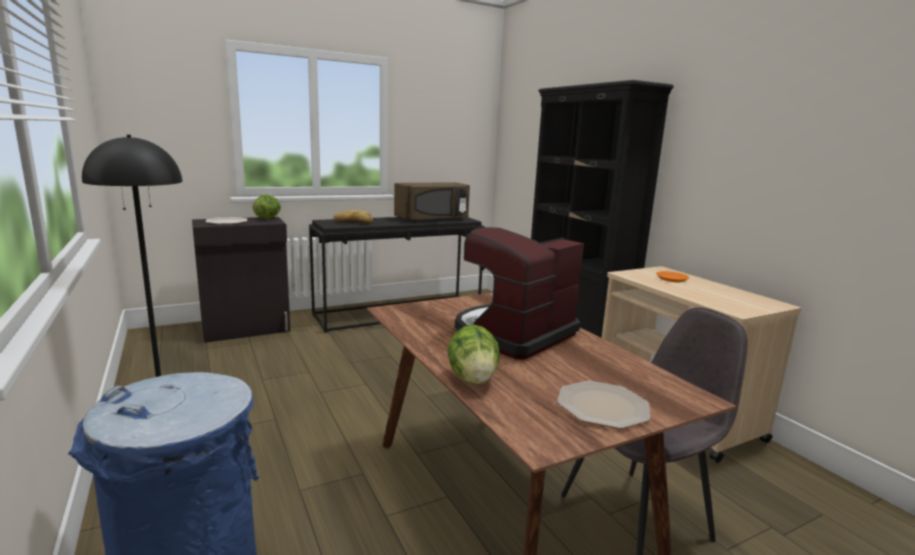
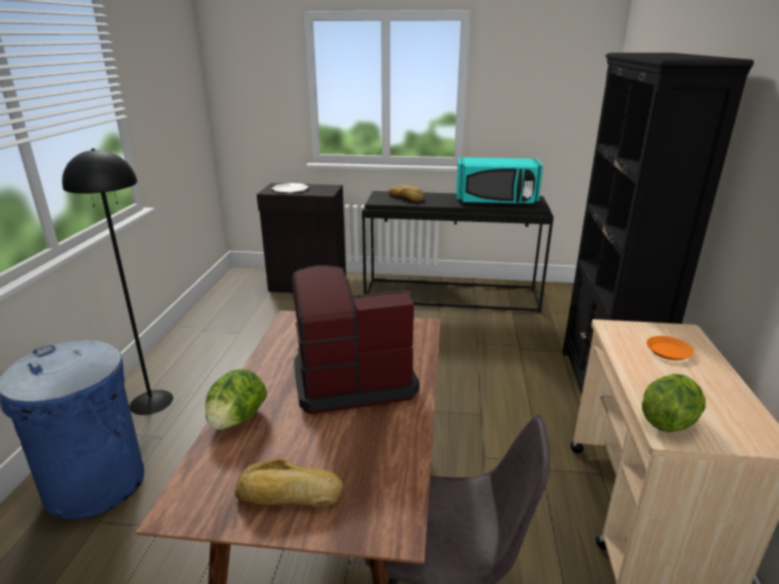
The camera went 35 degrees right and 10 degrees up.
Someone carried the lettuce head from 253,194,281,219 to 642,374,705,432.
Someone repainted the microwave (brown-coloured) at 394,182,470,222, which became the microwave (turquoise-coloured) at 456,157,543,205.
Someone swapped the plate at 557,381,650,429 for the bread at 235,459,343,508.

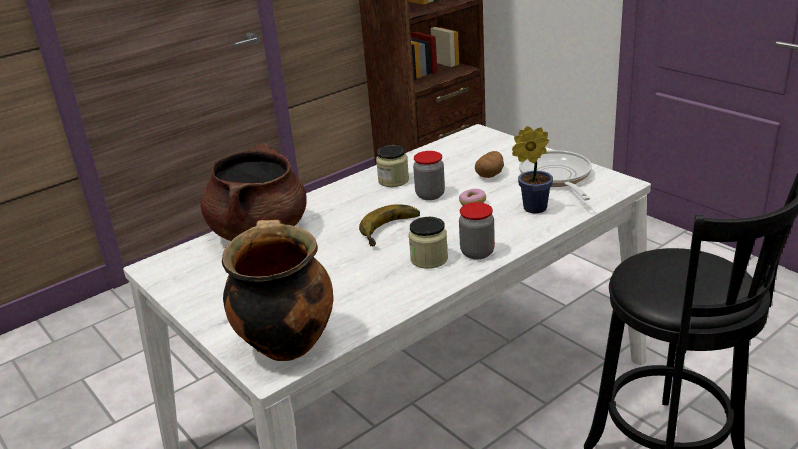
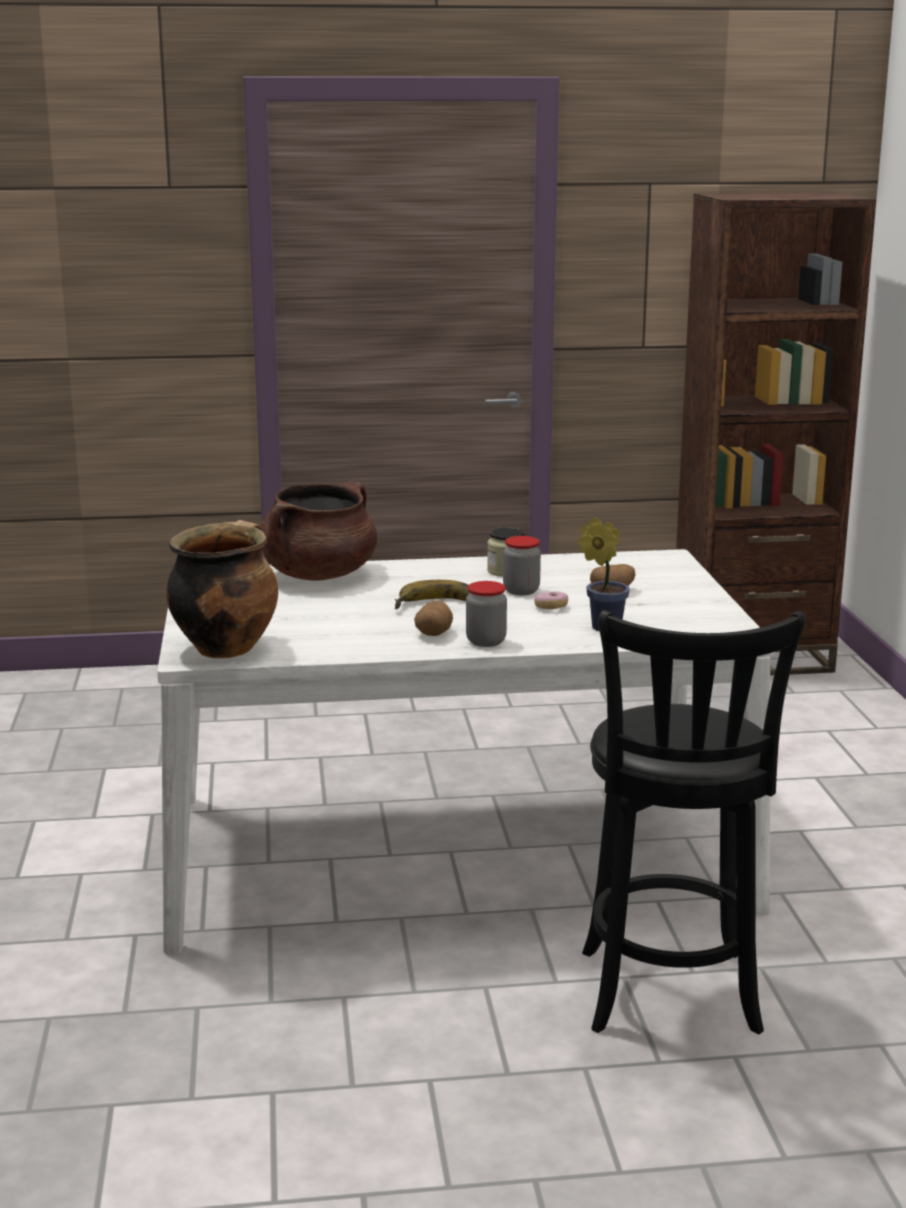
The camera went 30 degrees right and 10 degrees down.
Someone swapped the preserve jar at 409,217,448,269 for the whole potato at 414,601,453,636.
Someone took away the pan at 519,150,592,200.

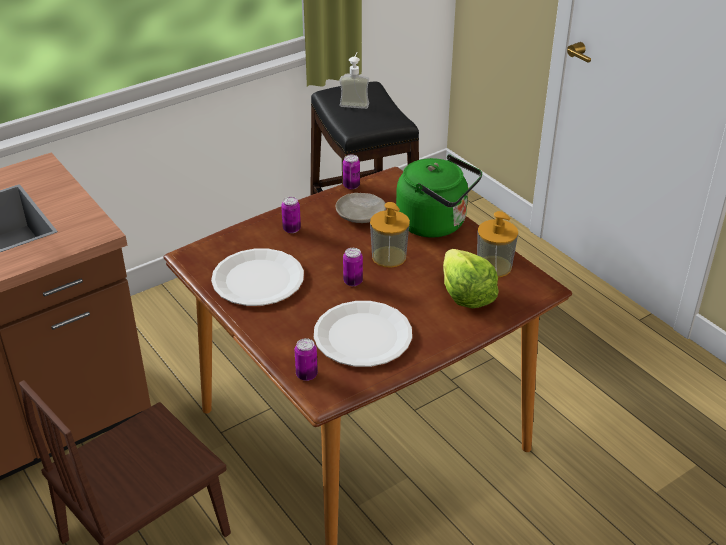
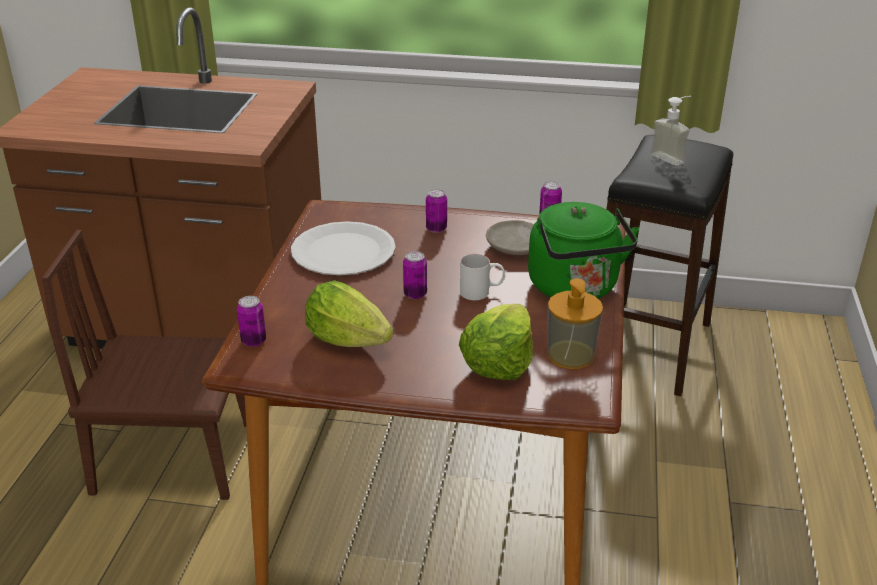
The camera went 45 degrees right and 5 degrees down.
Someone swapped the plate (white-coloured) at 314,301,412,367 for the lettuce head at 305,280,393,347.
Someone swapped the liquid soap bottle at 370,202,410,268 for the tea mug (white-coloured) at 460,254,505,300.

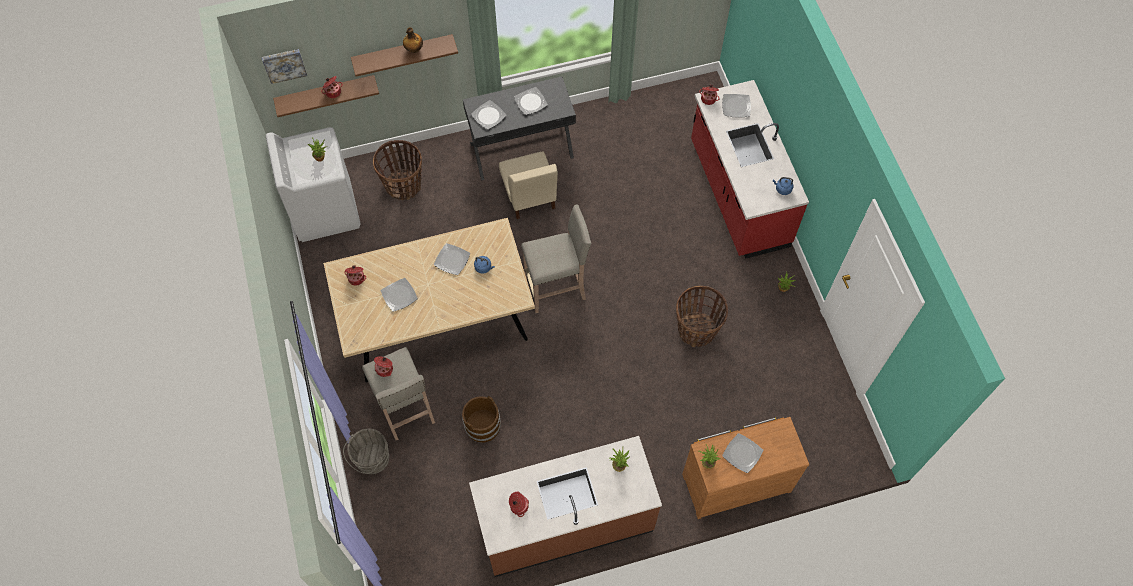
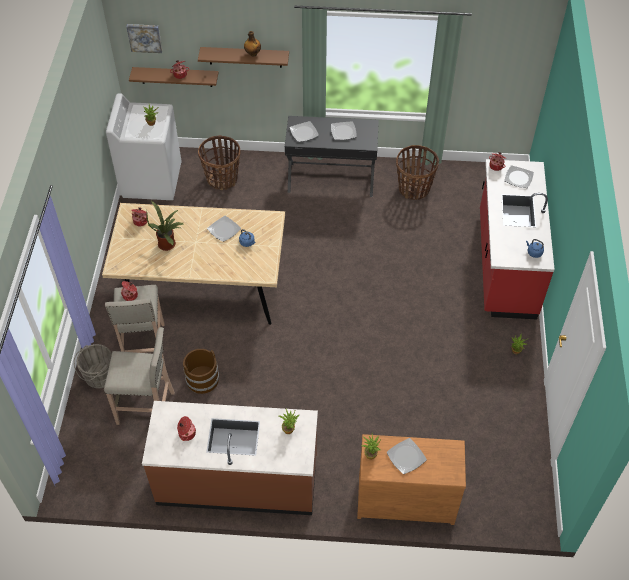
The camera went 20 degrees right and 10 degrees down.
Someone swapped the plate at 381,278,418,312 for the potted plant at 146,201,184,251.
Someone took away the plain chair (beige) at 499,152,558,219.
Someone carried the stool (beige) from 521,205,592,313 to 104,327,175,425.
Someone carried the storage basket from 676,286,728,347 to 396,145,439,200.

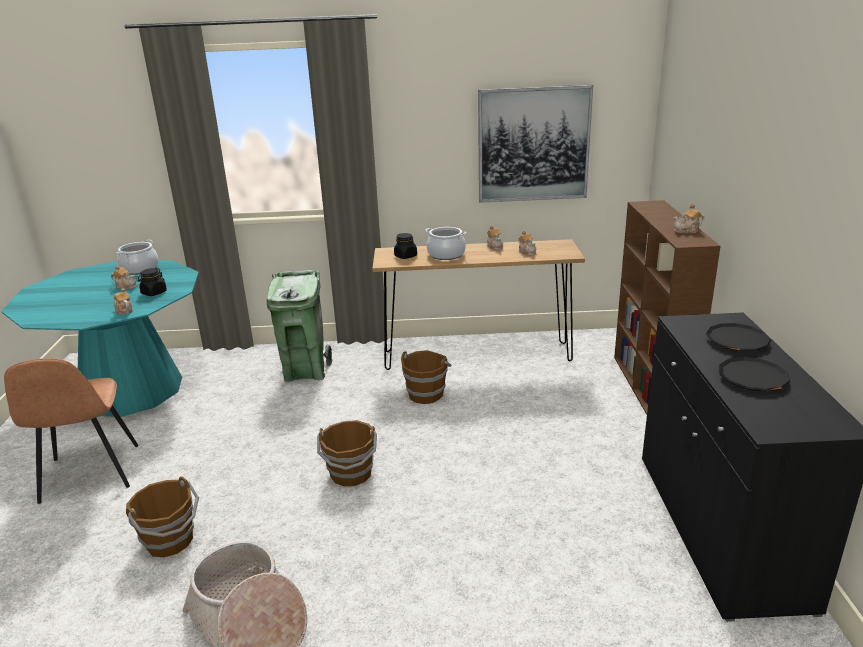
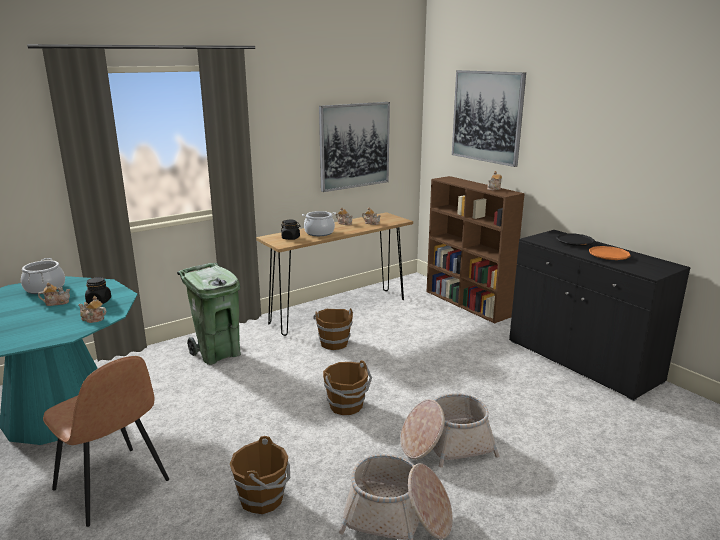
The camera went 35 degrees left and 5 degrees down.
Someone repainted the plate (black-coloured) at 719,357,790,392, which became the plate (orangey) at 589,246,631,260.
Someone put down the storage basket at 400,393,499,468.
Someone put up the wall picture at 452,70,526,167.

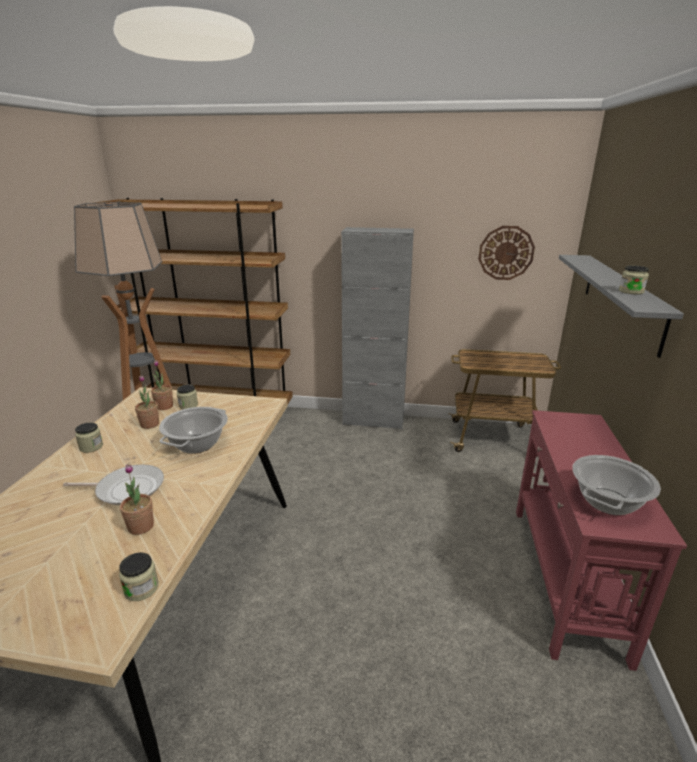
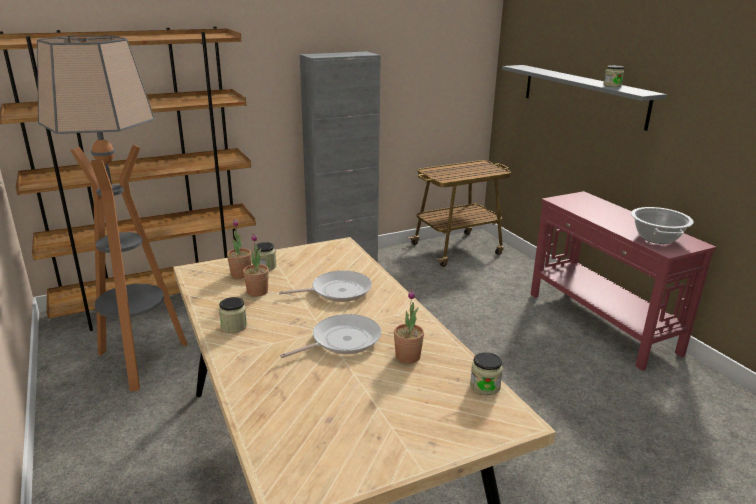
The camera went 35 degrees left and 0 degrees up.
Someone swapped the cooking pot at 159,407,228,454 for the pan at 279,271,372,302.
Someone took away the clock on the wall at 478,226,535,280.

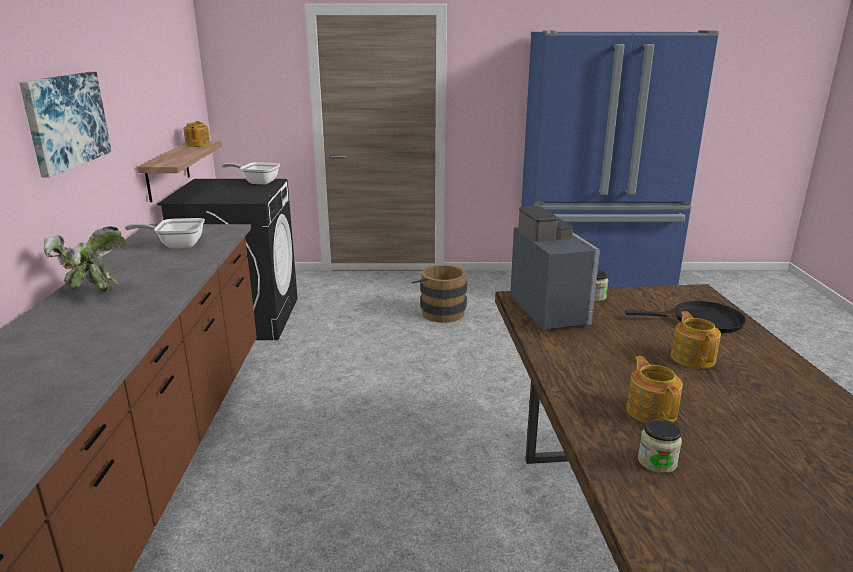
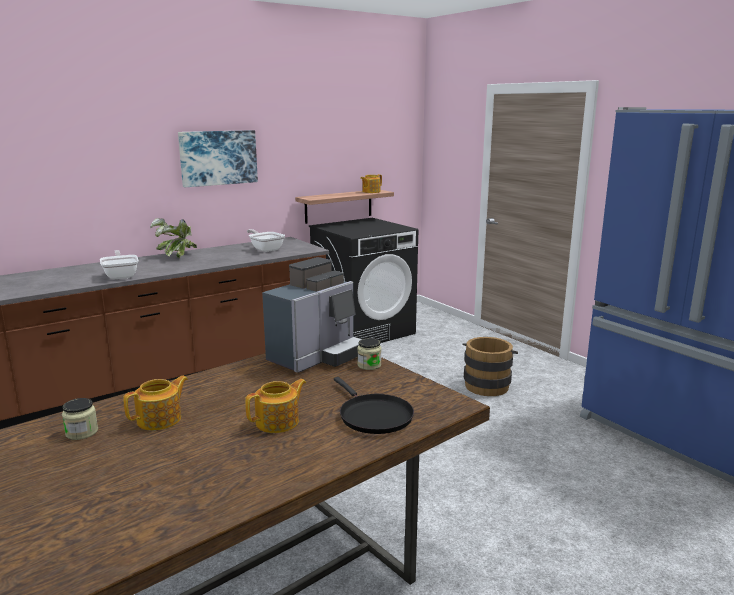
The camera went 55 degrees right and 5 degrees down.
Someone carried the pan from 222,162,280,185 to 100,250,139,279.

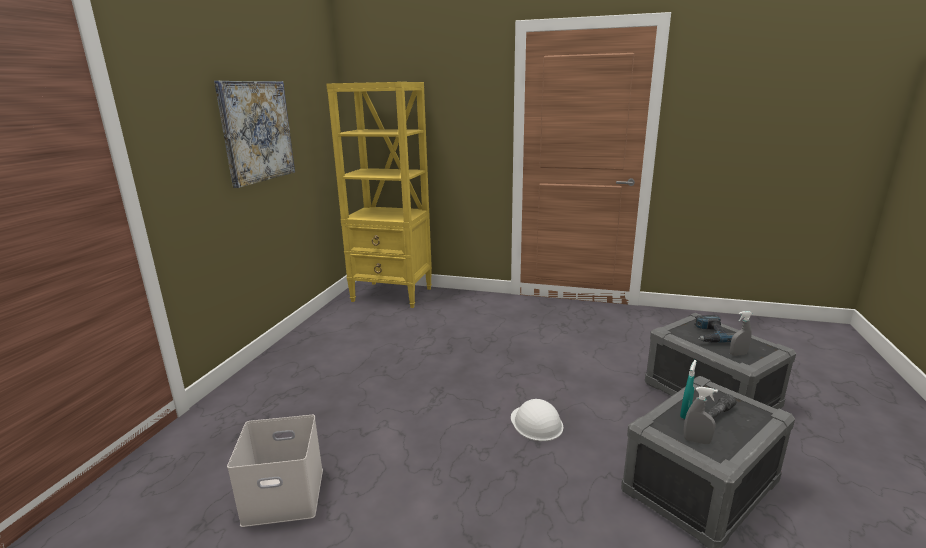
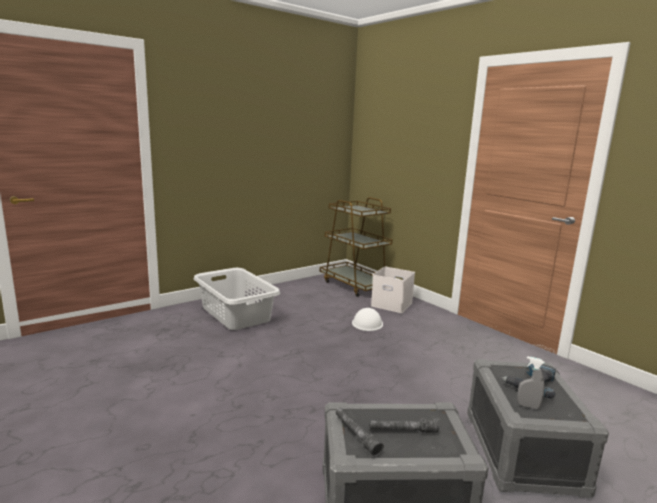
The camera went 35 degrees right and 5 degrees down.
Someone took away the wall picture at 214,81,295,188.
Someone carried the storage bin (white-coloured) from 227,415,323,527 to 371,266,415,313.
Someone swapped the bookcase (yellow) at 326,82,432,308 for the trolley (brown-coloured) at 320,197,393,297.
Someone carried the work helmet (white-coloured) from 511,399,563,441 to 352,308,383,331.
Someone took away the hand sprayer (turquoise-coloured) at 680,360,696,419.
Someone swapped the hand sprayer (gray) at 684,387,718,444 for the torch (gray) at 336,408,384,457.
Someone put down the washing basket (gray) at 194,268,280,330.

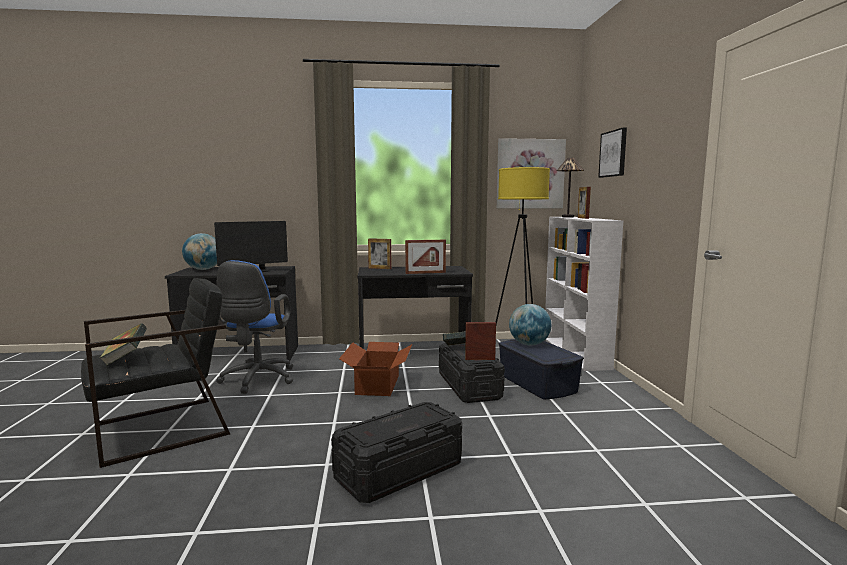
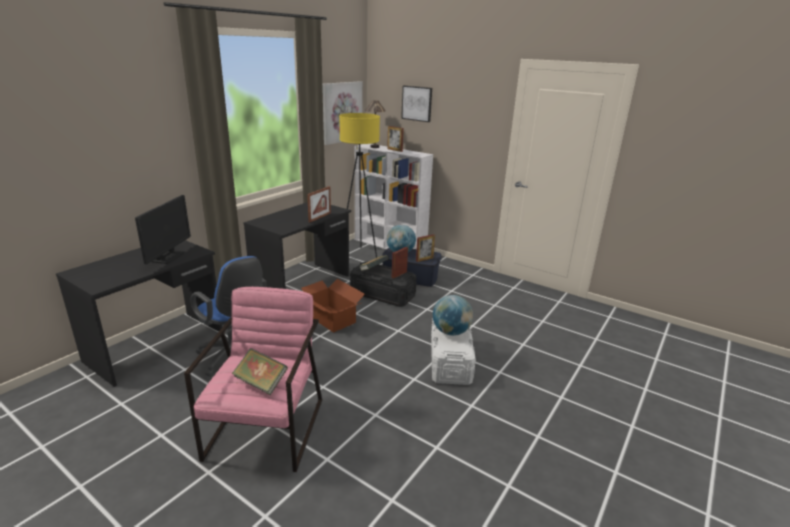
The camera went 50 degrees left and 15 degrees up.
Someone repainted the armchair (black-coloured) at 81,278,230,468, which became the armchair (pink-coloured) at 184,287,322,472.
Someone carried the world globe from 182,233,217,270 to 433,295,473,336.
Someone repainted the storage bin (black-coloured) at 331,402,462,503, which became the storage bin (white-coloured) at 431,319,476,385.
Someone carried the standing frame from 368,238,392,269 to 416,234,435,262.

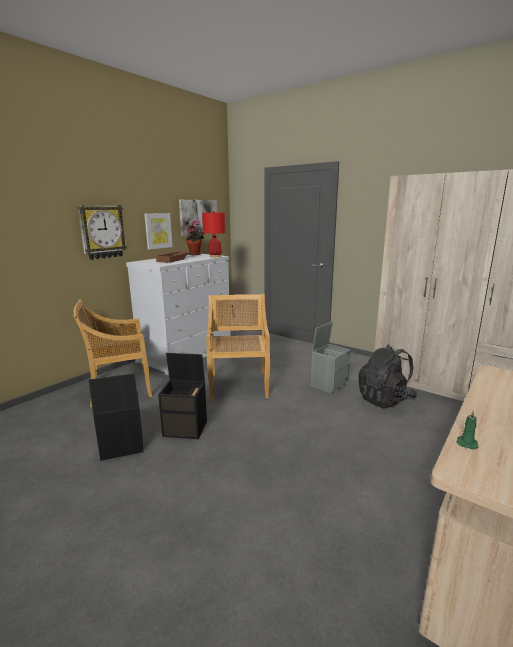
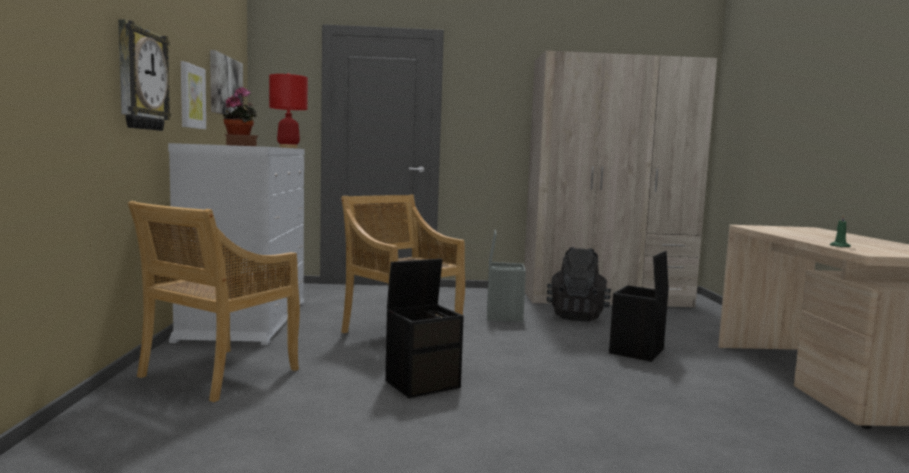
The camera went 40 degrees left and 10 degrees down.
Someone carried the storage bin (black-coloured) from 89,373,144,461 to 609,251,669,362.

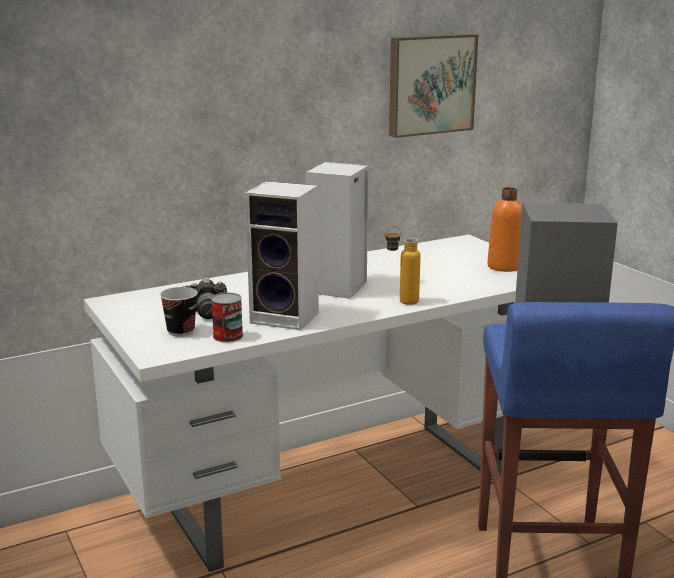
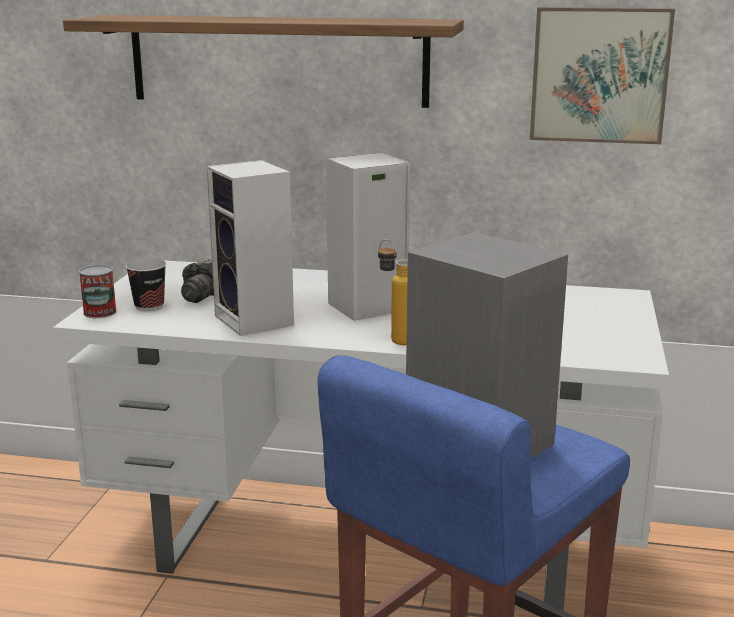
The camera went 40 degrees right and 0 degrees up.
Someone carried the can from 211,293,243,343 to 79,265,117,318.
Someone took away the drink bottle (orangey) at 487,187,522,272.
Someone put up the bracket shelf at 63,15,464,108.

